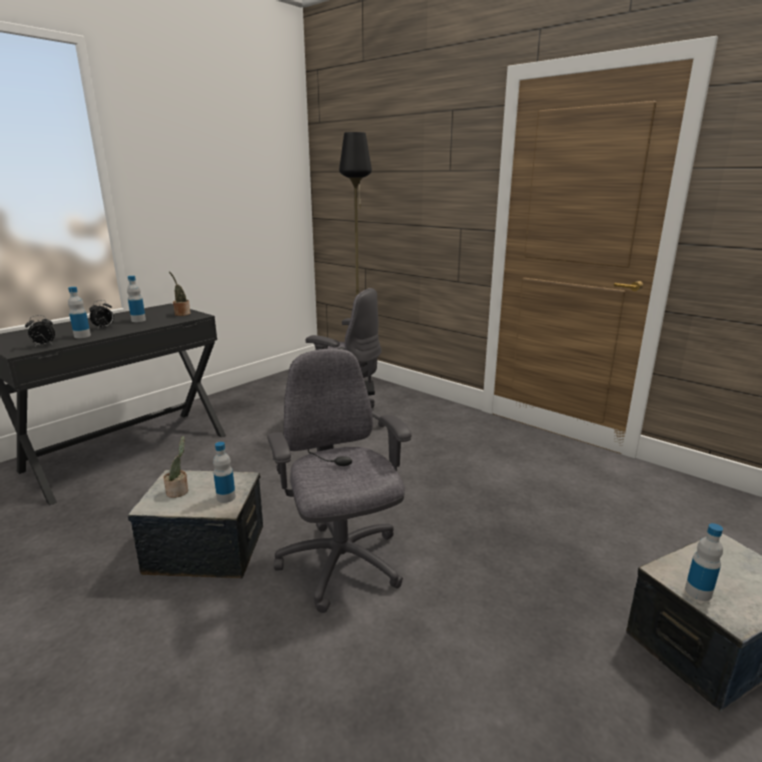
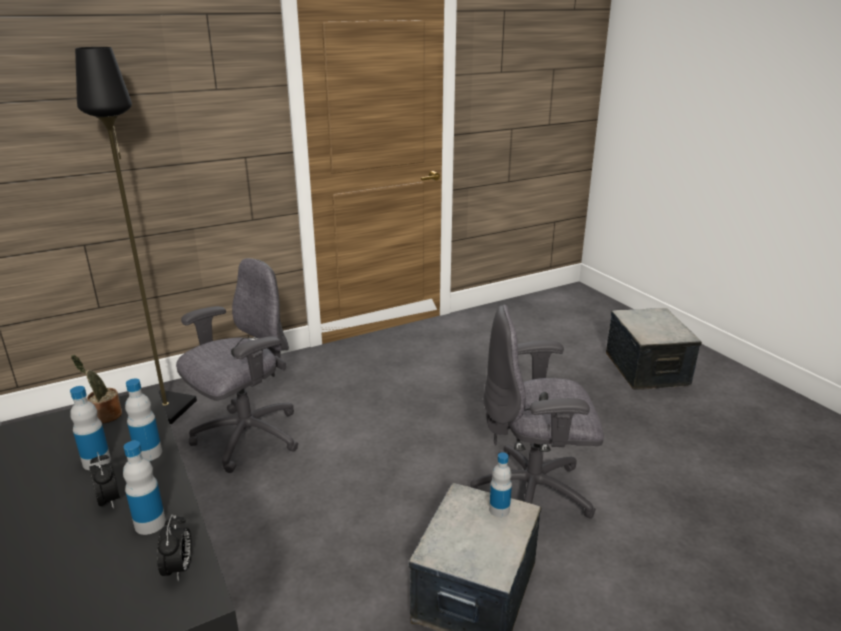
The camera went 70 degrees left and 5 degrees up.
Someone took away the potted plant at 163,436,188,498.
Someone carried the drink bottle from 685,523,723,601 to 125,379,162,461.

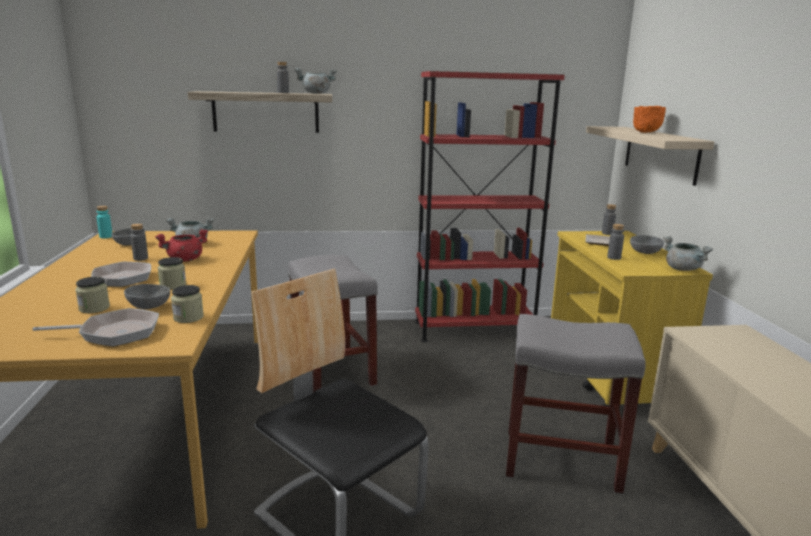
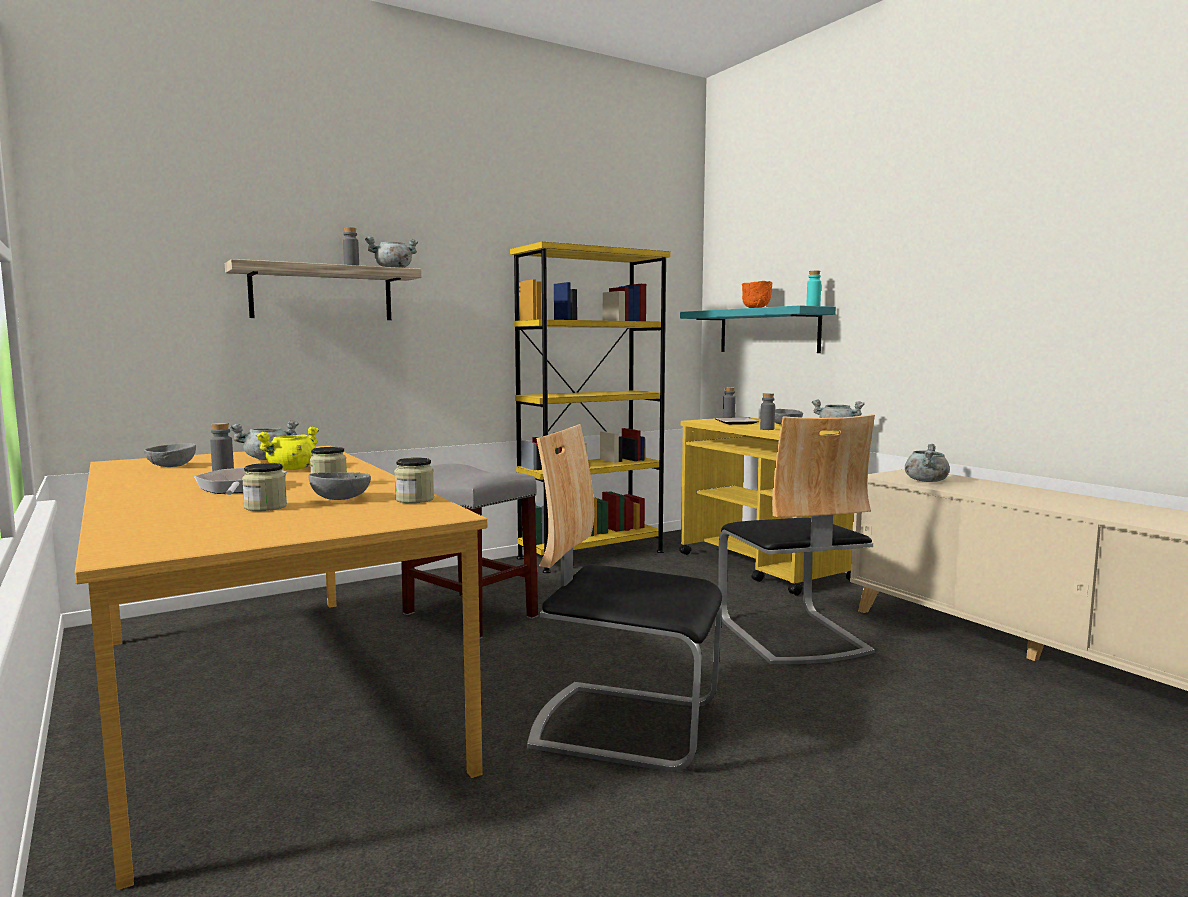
The camera went 25 degrees left and 10 degrees down.
Someone took away the pan at 32,308,159,346.
Someone carried the drink bottle (turquoise-coloured) from 96,206,112,238 to 807,271,821,306.
Someone repainted the cooking pot (reddish) at 155,229,208,262, which became the cooking pot (yellow) at 256,426,320,470.
Someone repainted the bookcase (reddish) at 415,71,565,342, which became the bookcase (yellow) at 510,242,670,573.
Someone swapped the stool (gray) at 506,314,645,494 for the plain chair at 718,414,875,664.
Someone repainted the bracket shelf (beige) at 586,126,714,186, which became the bracket shelf (turquoise-coloured) at 680,305,836,353.
Someone put down the cooking pot (gray) at 905,444,950,482.

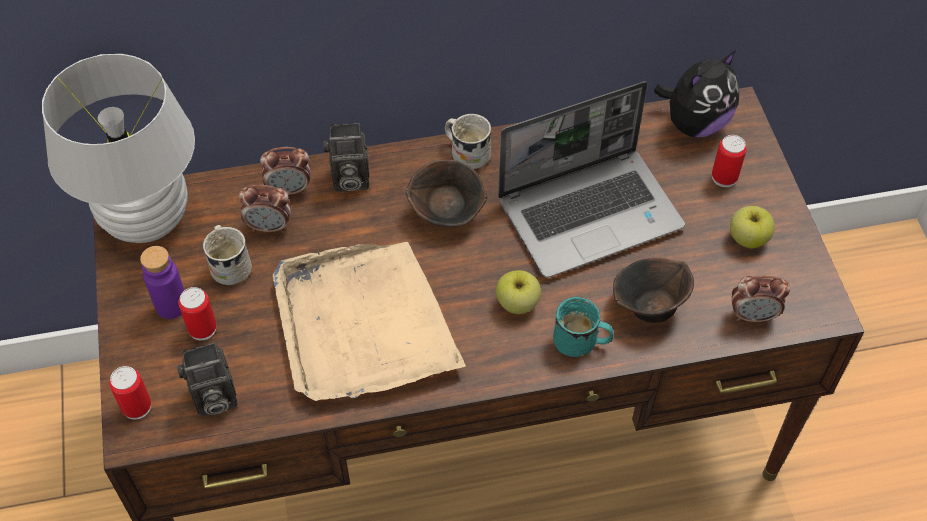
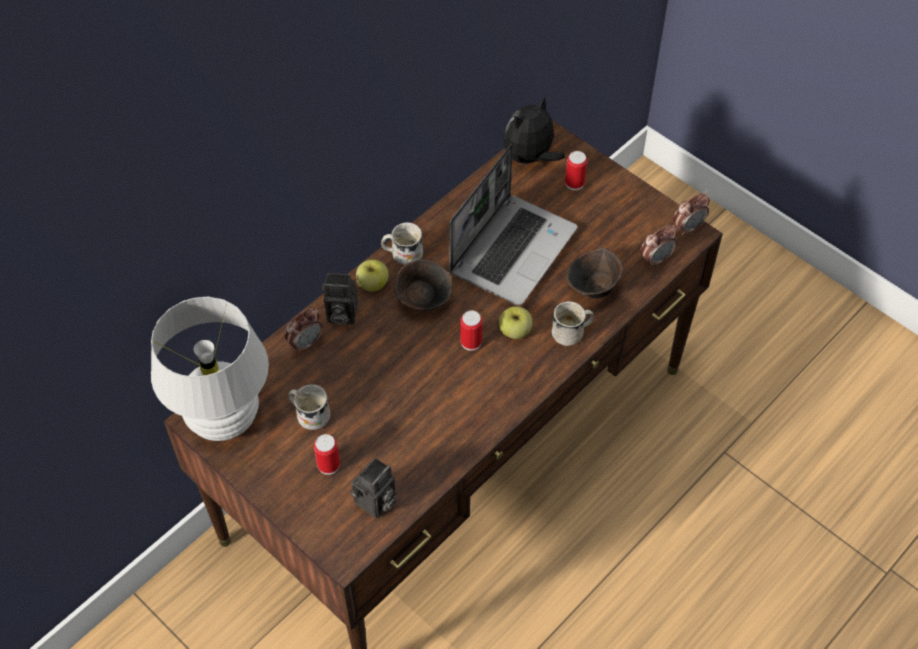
The camera went 35 degrees left and 0 degrees up.
Someone carried the can from 109,366,151,420 to 460,310,483,351.
Someone took away the drink bottle (purplish) at 140,246,184,319.
Someone carried the bedside clock from 239,185,291,233 to 673,193,710,236.
Someone took away the carrying tray (beige) at 273,242,466,401.
Someone rotated the photo camera at 323,123,369,192 by 45 degrees clockwise.
Someone repainted the tea mug (turquoise-coloured) at 553,297,614,357, which became the tea mug (white-coloured) at 552,301,594,346.
Someone rotated the plush toy at 654,50,740,138 by 150 degrees counterclockwise.
Someone carried the apple from 730,206,775,248 to 356,259,389,292.

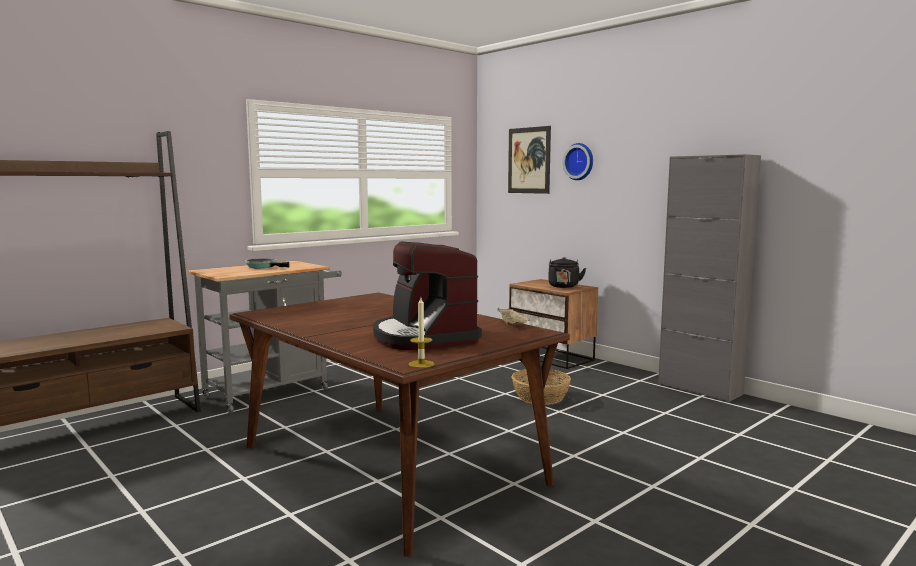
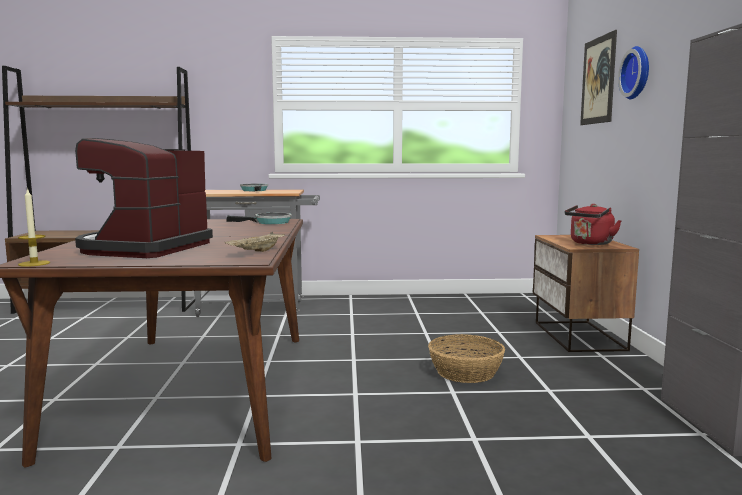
The camera went 40 degrees right and 0 degrees up.
Someone repainted the tea kettle (black-coloured) at 548,257,586,288, which became the tea kettle (reddish) at 565,204,622,245.
Someone put down the pan at 226,213,292,224.

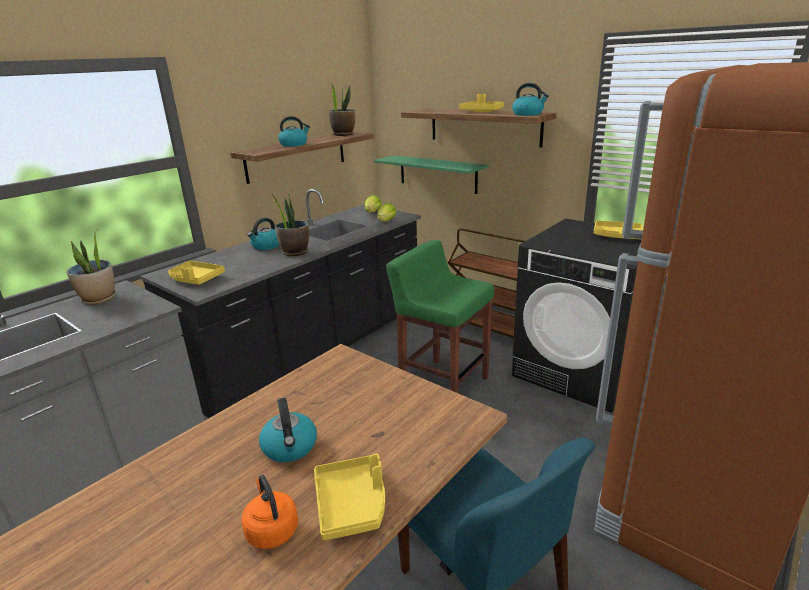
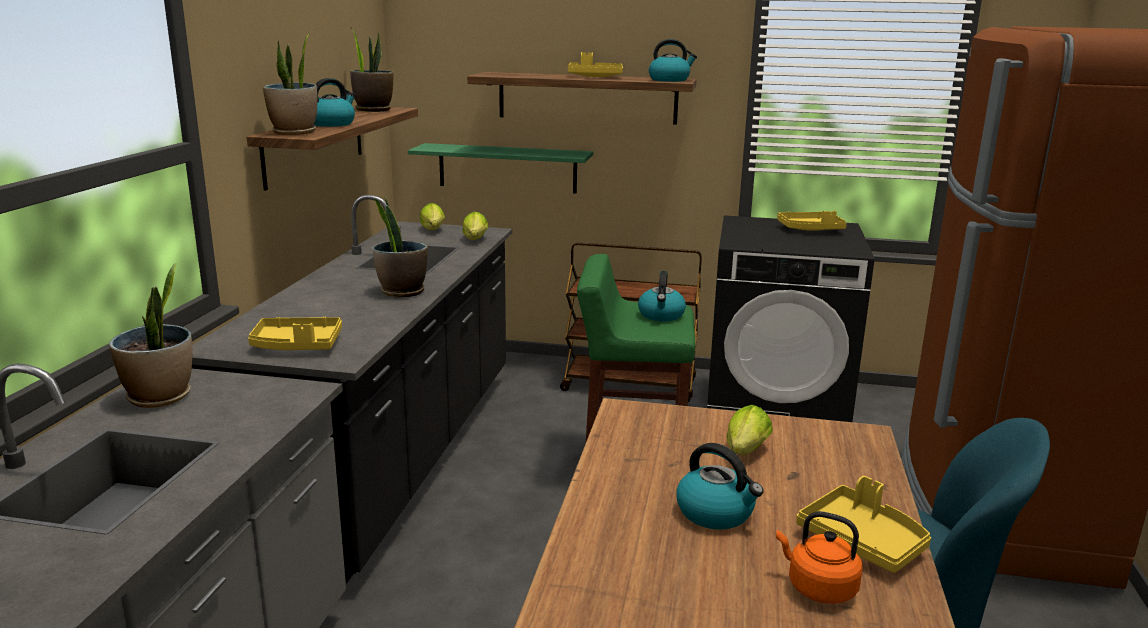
The camera went 30 degrees left and 5 degrees down.
Someone carried the tea kettle from 247,218,279,250 to 638,271,686,322.
Someone put down the potted plant at 263,33,318,135.
Someone put down the lettuce head at 727,405,773,455.

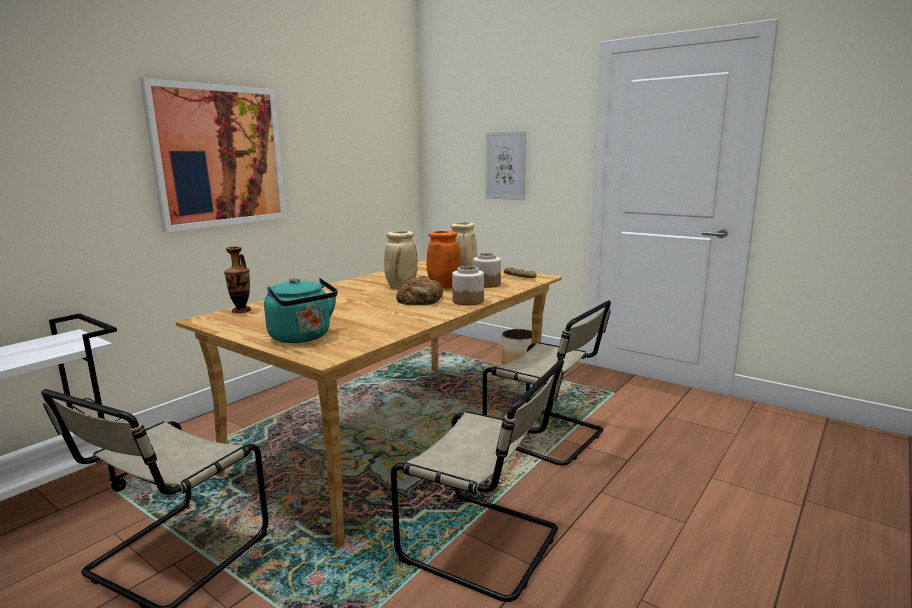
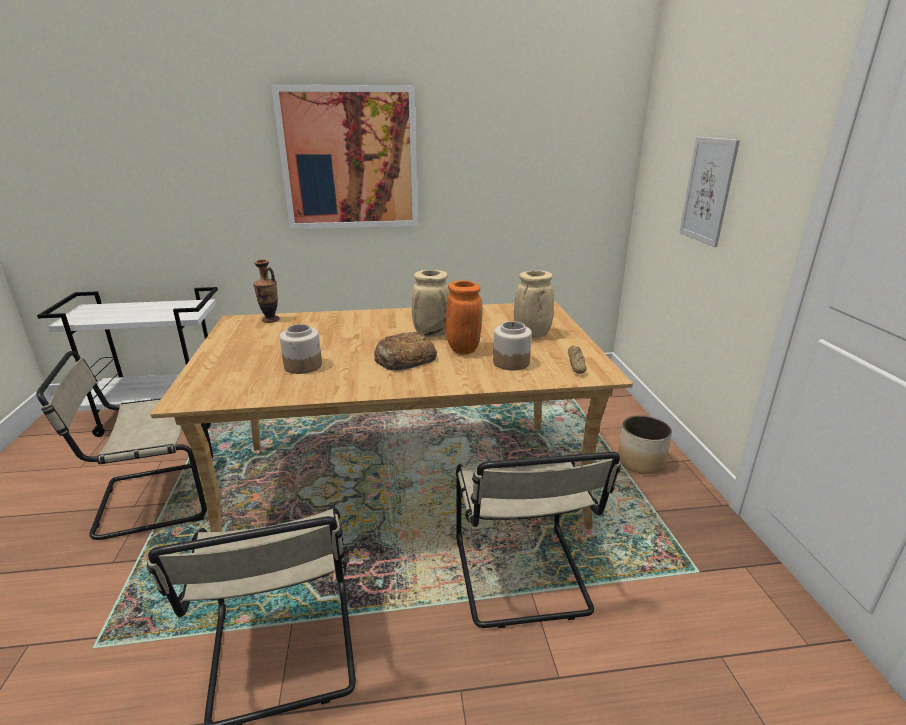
The camera went 45 degrees right and 10 degrees up.
Someone took away the tea kettle (turquoise-coloured) at 264,278,338,343.
Someone carried the preserve jar from 452,266,484,306 to 279,324,322,374.

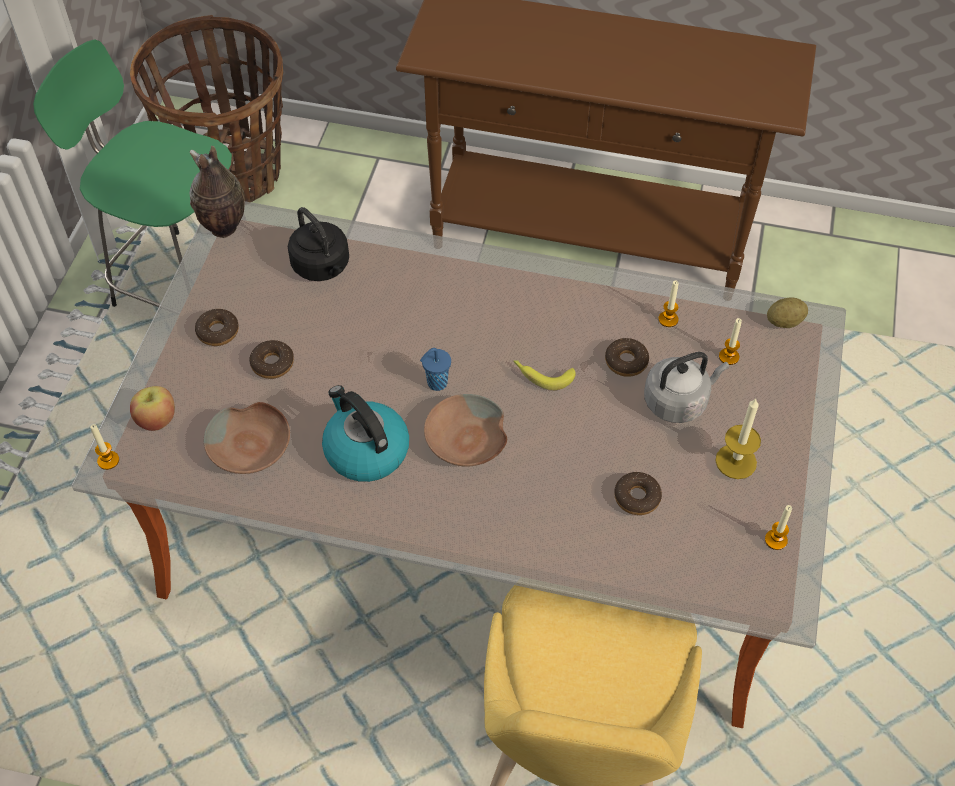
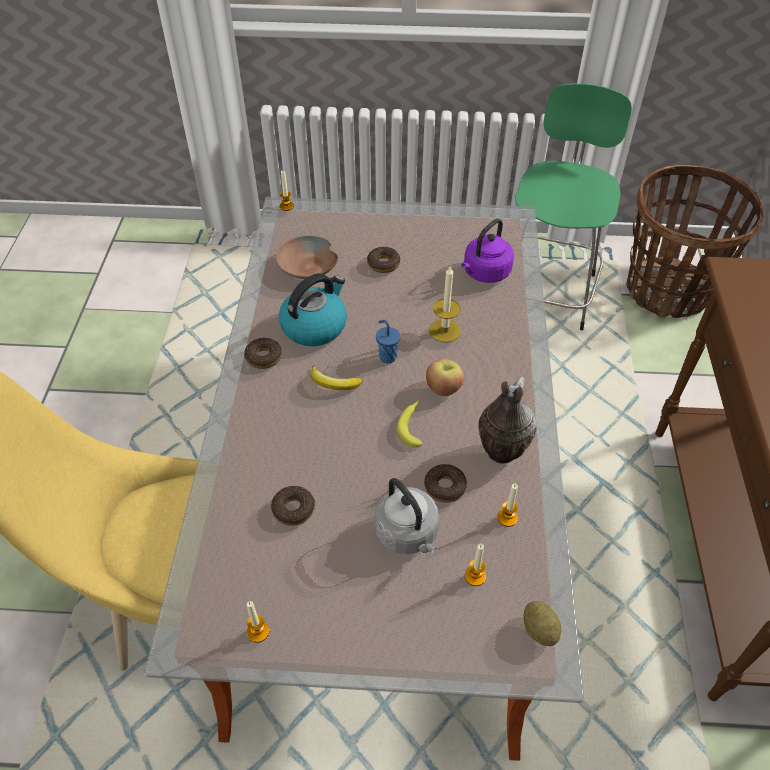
The camera went 80 degrees right and 5 degrees down.
Someone carried the apple from 130,386,175,431 to 426,359,464,396.
Someone carried the vase from 190,146,245,238 to 479,377,537,463.
Someone carried the ring doughnut from 195,309,239,346 to 244,338,282,369.
Someone repainted the tea kettle (black-coloured) at 288,207,349,281, which became the tea kettle (purplish) at 461,218,514,283.
Someone swapped the serving bowl (brown-coloured) at 424,394,507,467 for the banana fruit at 310,365,362,390.
Someone carried the candle from 715,399,761,479 to 429,265,461,343.

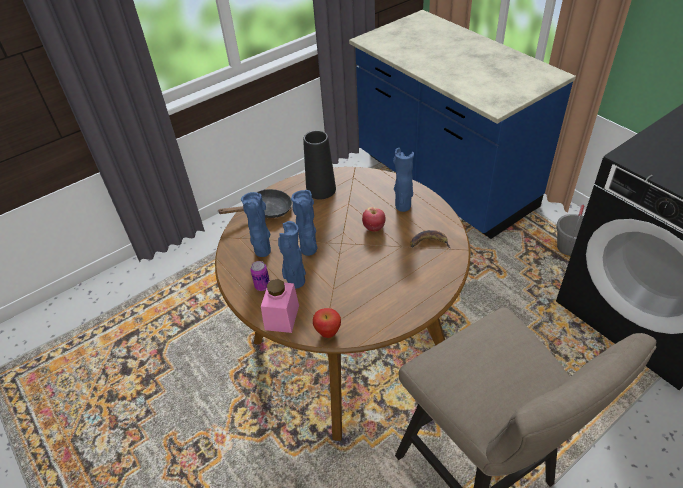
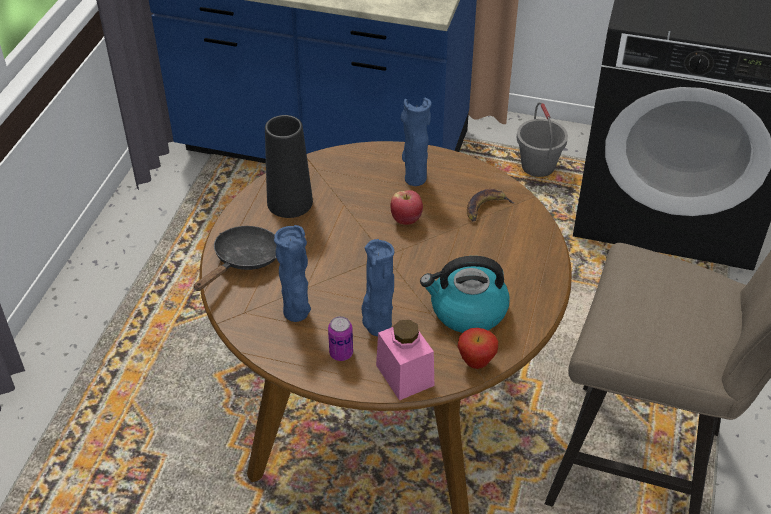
The camera went 40 degrees left and 0 degrees up.
Someone took away the vase (blue-coloured) at 291,190,318,256.
Someone put down the tea kettle at 420,256,510,333.

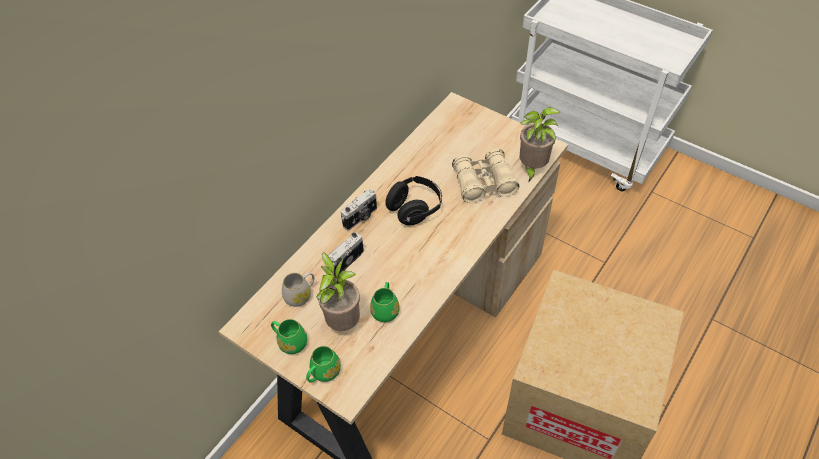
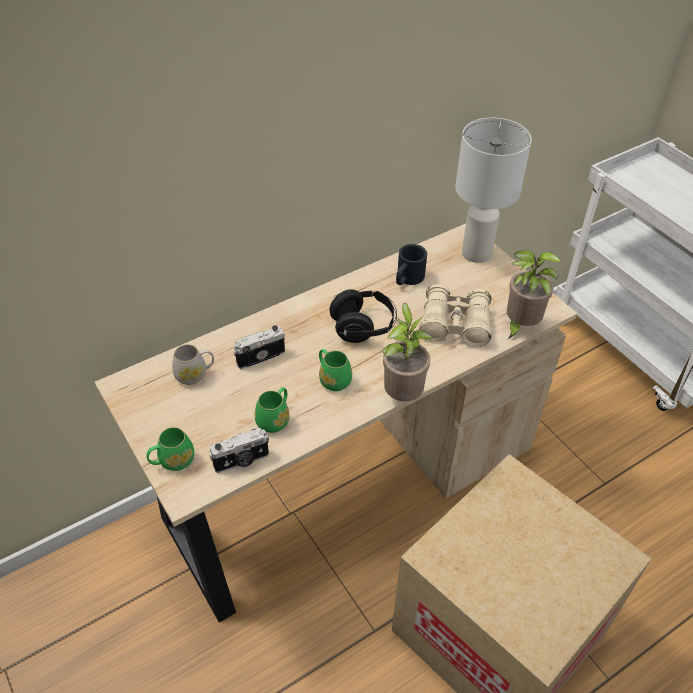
The camera went 20 degrees right and 5 degrees down.
Someone carried the tea mug (greenish) from 271,319,307,354 to 319,349,352,391.
Someone carried the potted plant from 316,252,360,331 to 382,303,433,401.
Someone carried the photo camera from 341,189,377,230 to 209,428,269,473.
Someone put down the tea mug (black-coloured) at 396,244,427,285.
Someone put down the lamp for a table (white-coloured) at 455,118,532,263.

